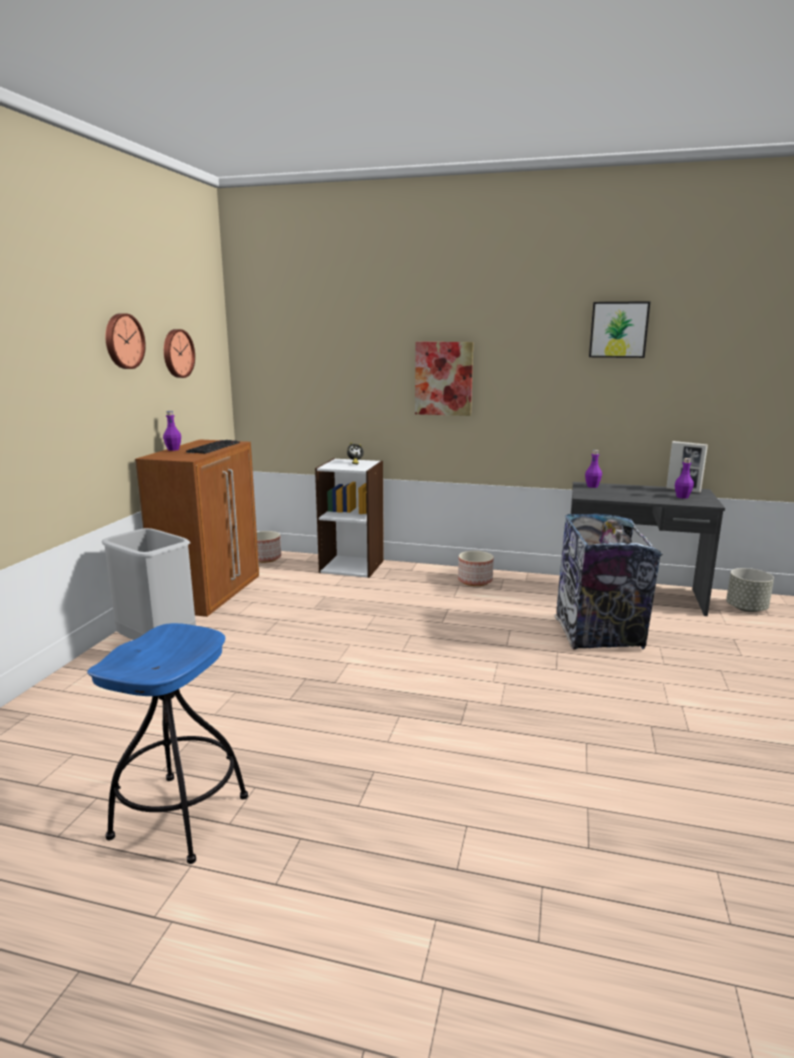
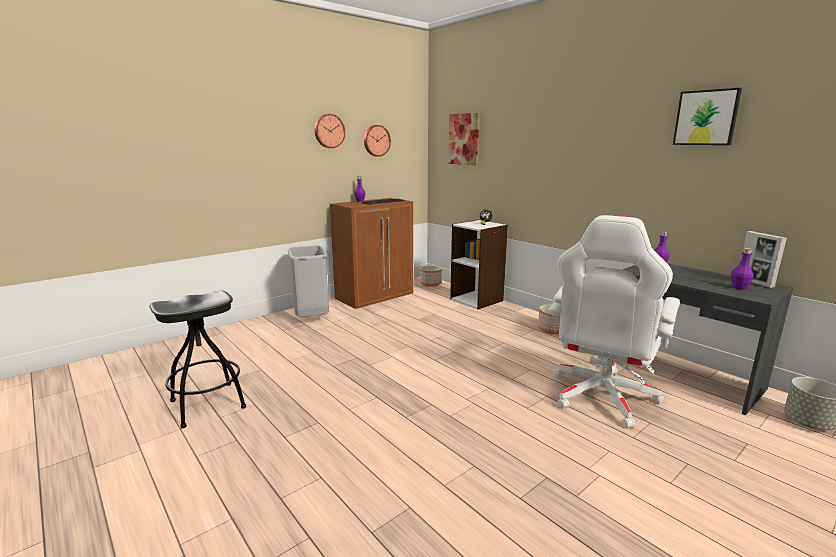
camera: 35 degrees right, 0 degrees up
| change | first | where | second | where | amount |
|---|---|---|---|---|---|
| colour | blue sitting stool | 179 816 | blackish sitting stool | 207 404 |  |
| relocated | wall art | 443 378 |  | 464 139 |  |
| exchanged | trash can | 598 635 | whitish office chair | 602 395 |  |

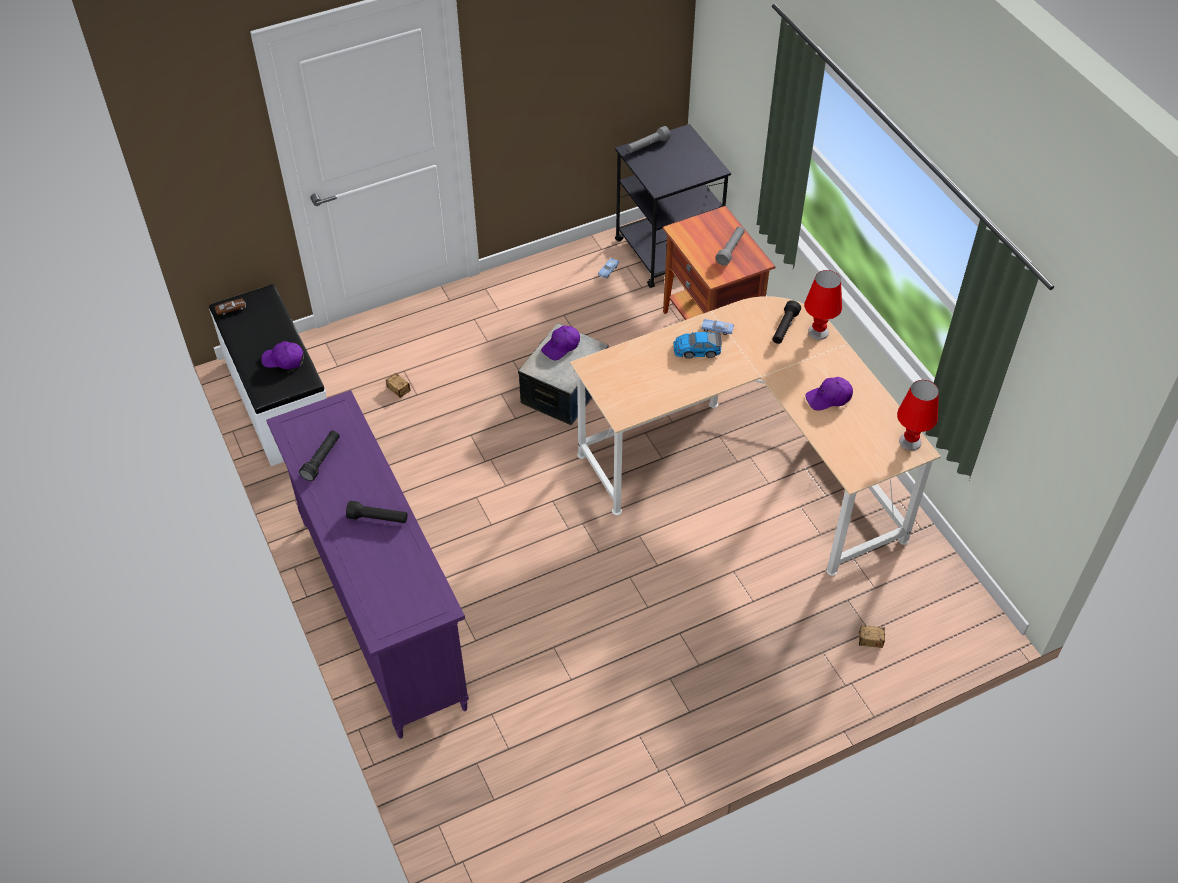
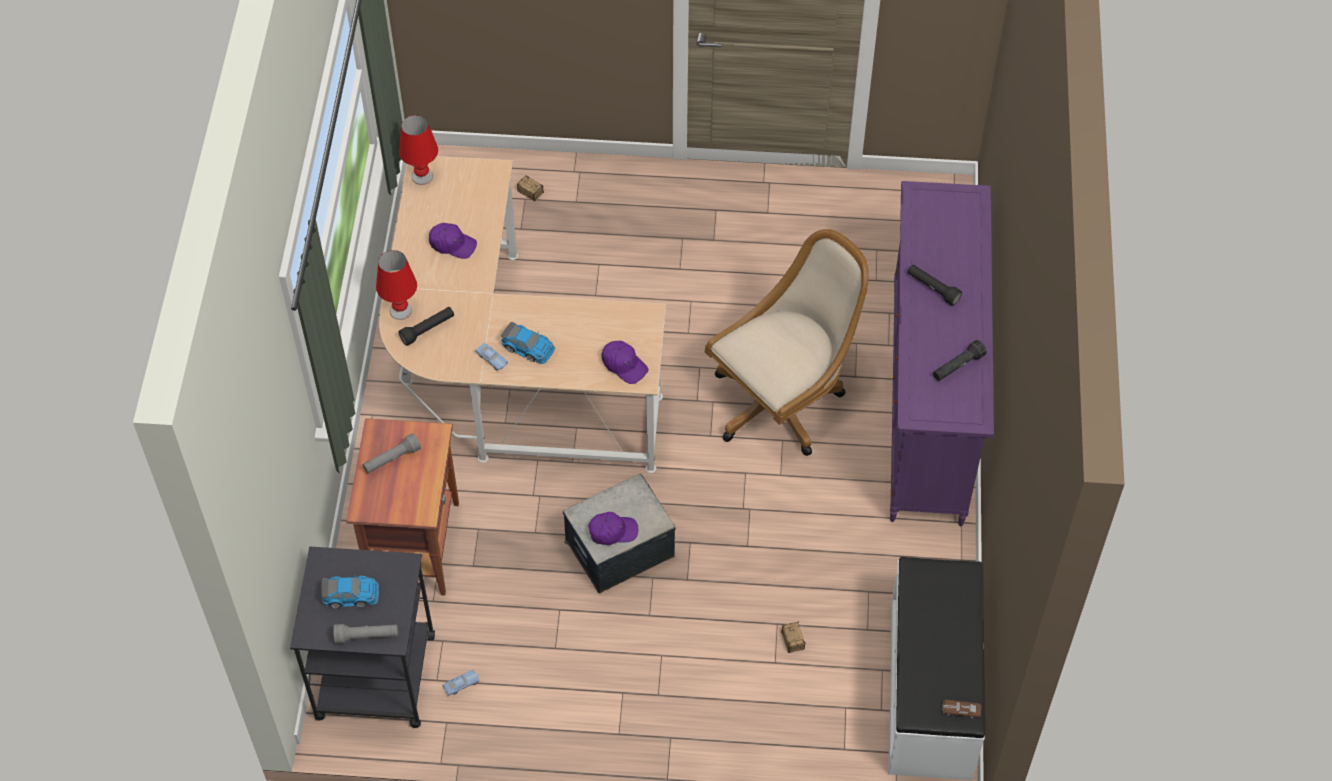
camera: 150 degrees left, 5 degrees up
| change | first | where | second | where | amount |
|---|---|---|---|---|---|
| relocated | purple baseball cap | 284 360 |  | 624 365 |  |
| appeared |  |  | toy car | 351 595 |  |
| appeared |  |  | office chair | 783 397 |  |

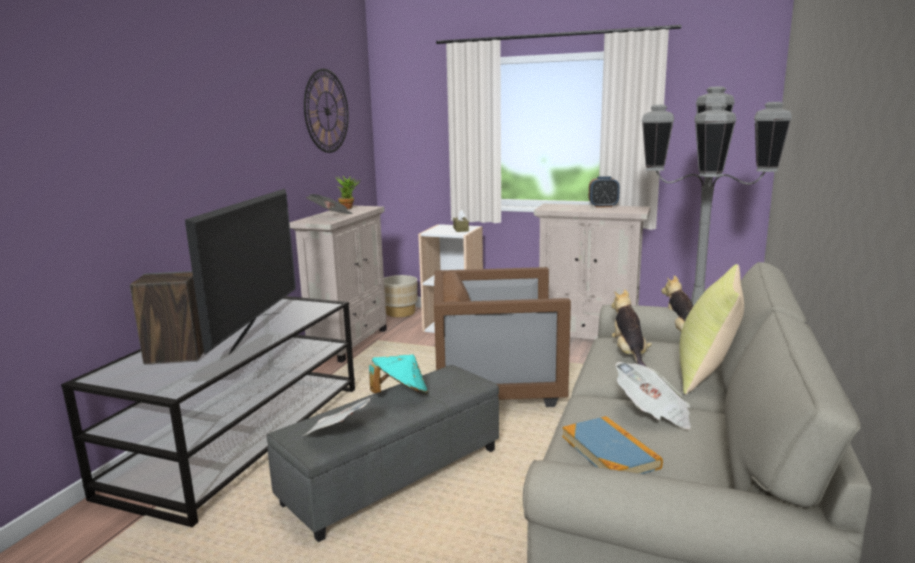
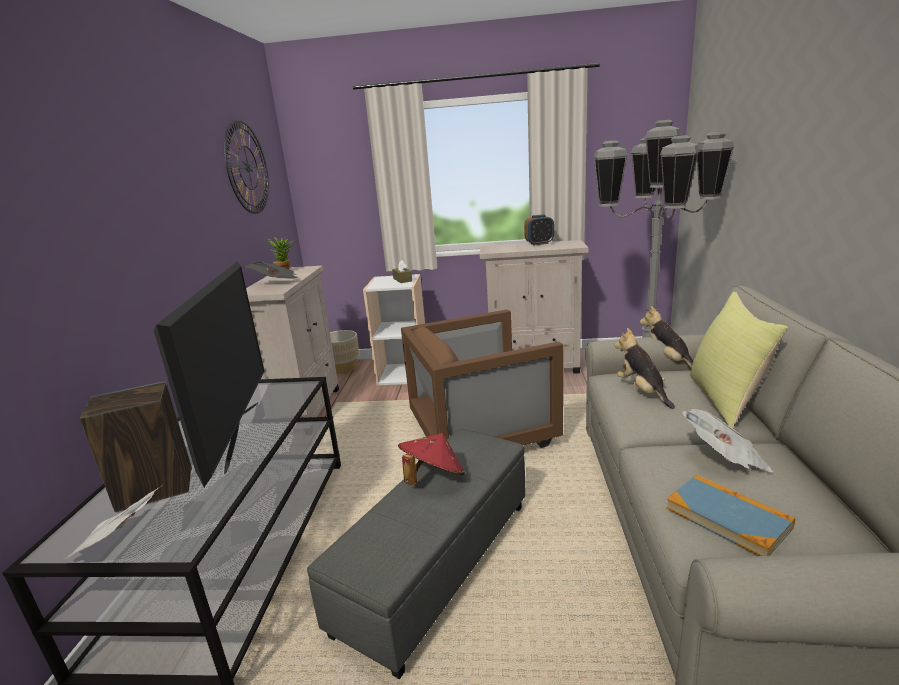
camera: 15 degrees left, 5 degrees up
| change | first | where | second | where | amount |
|---|---|---|---|---|---|
| relocated | daily paper | 339 433 |  | 122 541 |  |
| colour | turquoise wearable hat | 400 395 | red-coloured wearable hat | 433 478 |  |

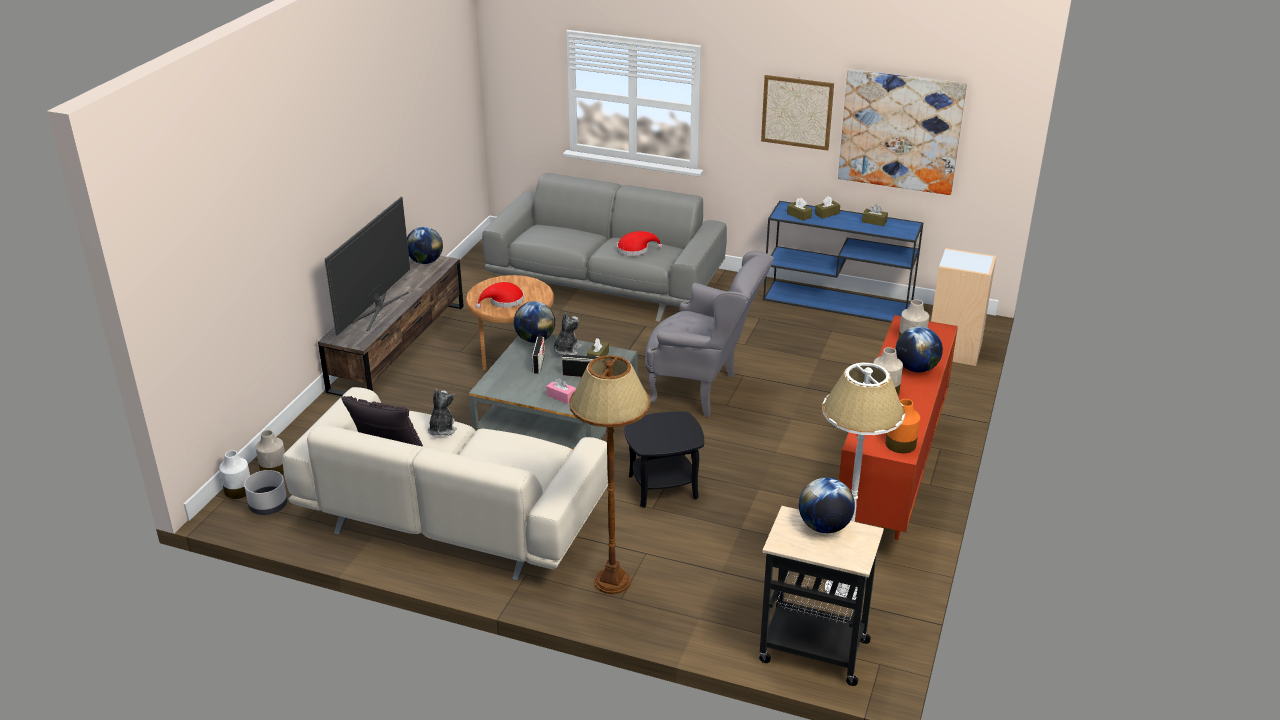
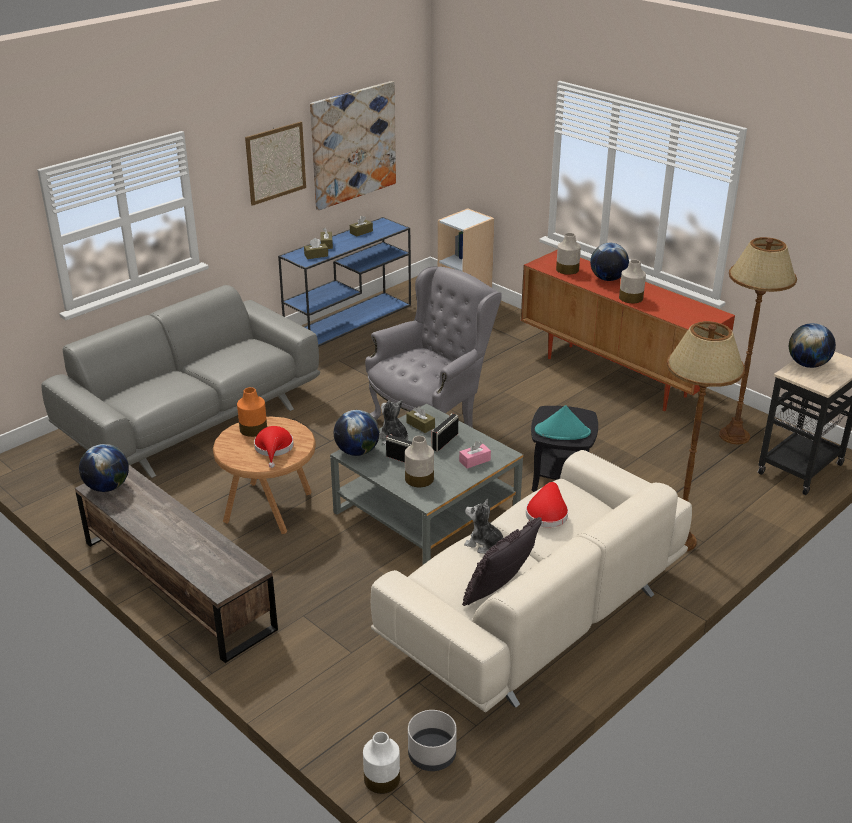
camera: 65 degrees left, 0 degrees up
| change | first | where | second | where | amount |
|---|---|---|---|---|---|
| relocated | sand-coloured vase | 273 469 |  | 419 479 |  |
| missing | TV | 376 308 |  |  |  |
| relocated | red-coloured wearable hat | 635 249 |  | 547 513 |  |
| colour | whitish standard lamp | 842 589 | brown standard lamp | 734 436 |  |
| relocated | orangey vase | 900 444 |  | 253 429 |  |
| appeared |  |  | turquoise wearable hat | 562 431 |  |

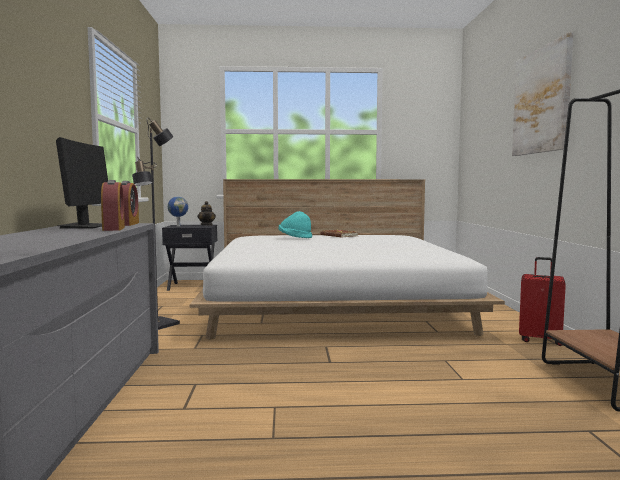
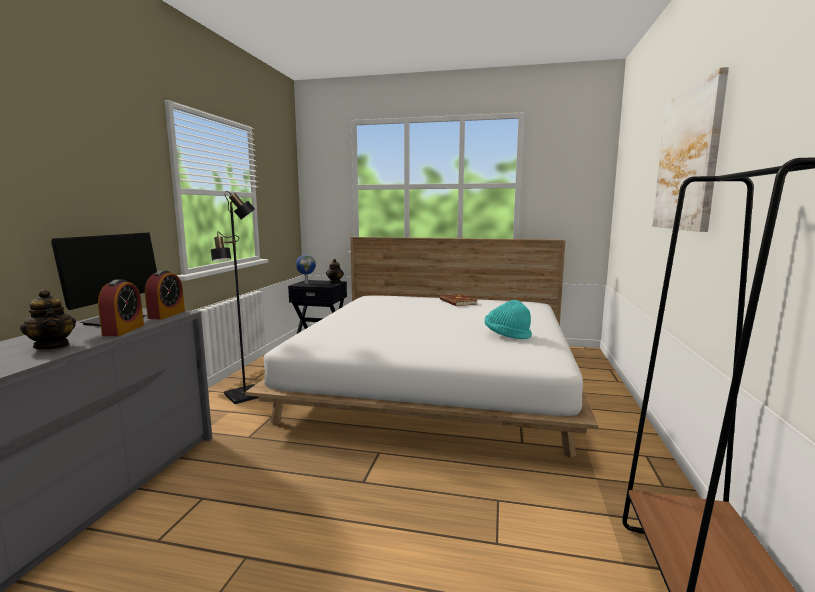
camera: 15 degrees right, 5 degrees up
| change | first | where | second | where | amount |
|---|---|---|---|---|---|
| relocated | turquoise wearable hat | 295 238 |  | 506 335 |  |
| missing | red-coloured piece of luggage | 540 340 |  |  |  |
| appeared |  |  | pot for tea | 52 346 |  |

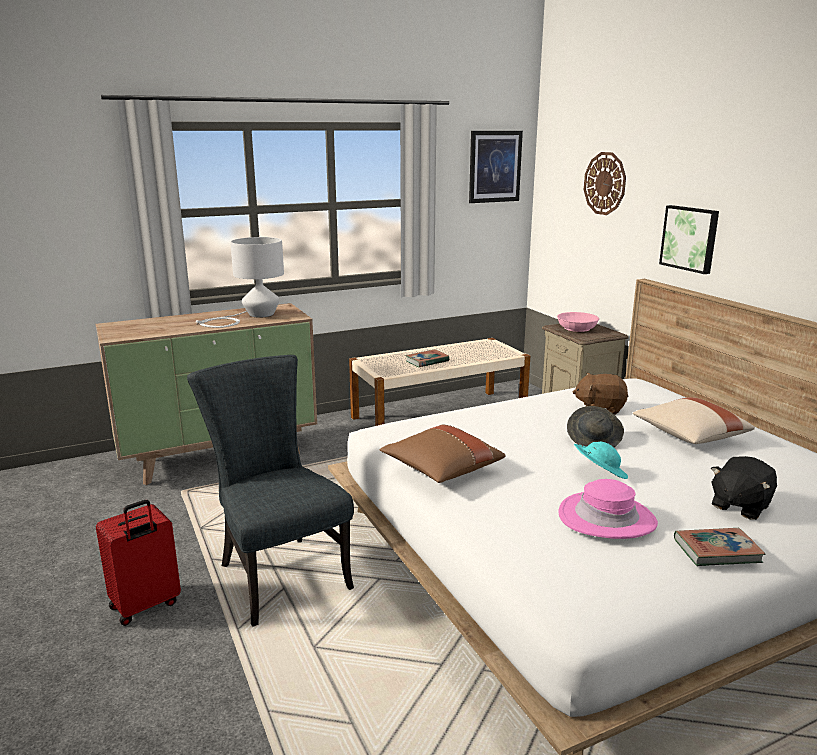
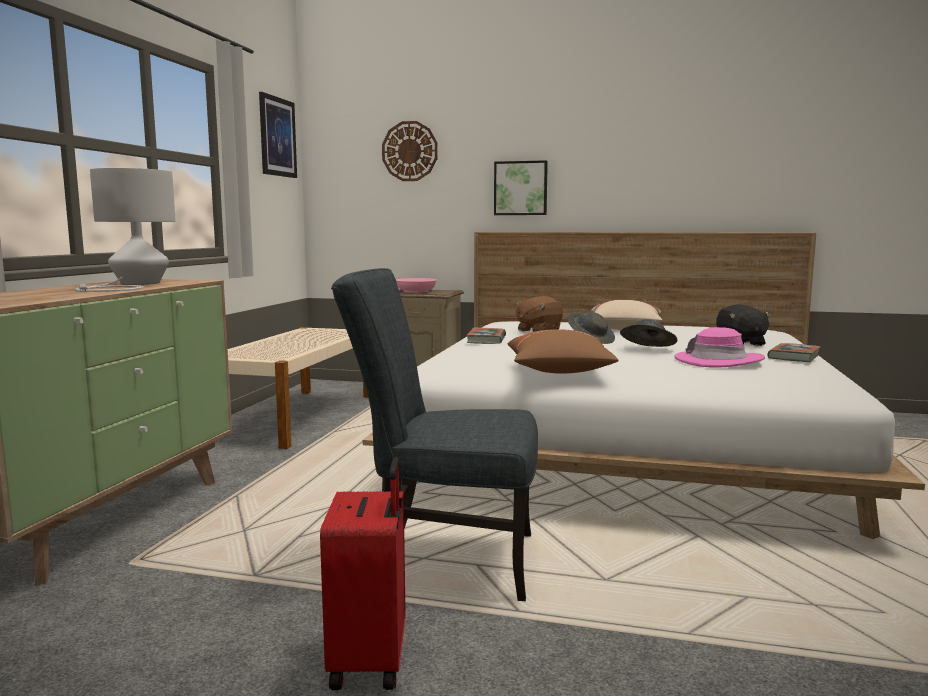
camera: 50 degrees left, 10 degrees down
| change | first | where | second | where | amount |
|---|---|---|---|---|---|
| relocated | volume | 427 361 |  | 486 339 |  |
| colour | turquoise wearable hat | 598 474 | grey wearable hat | 647 349 |  |

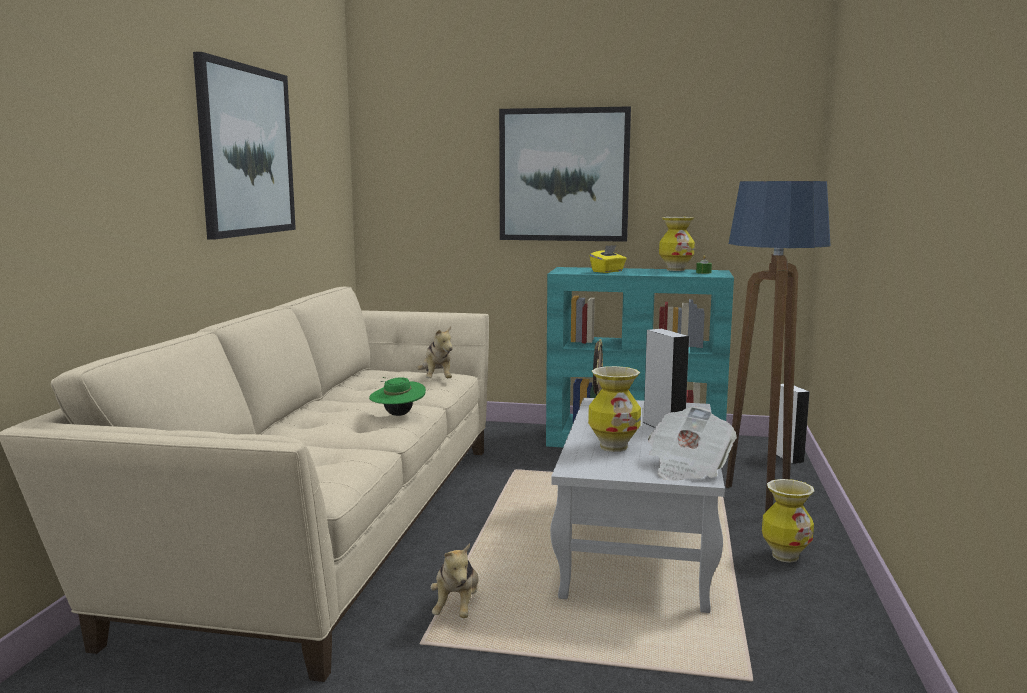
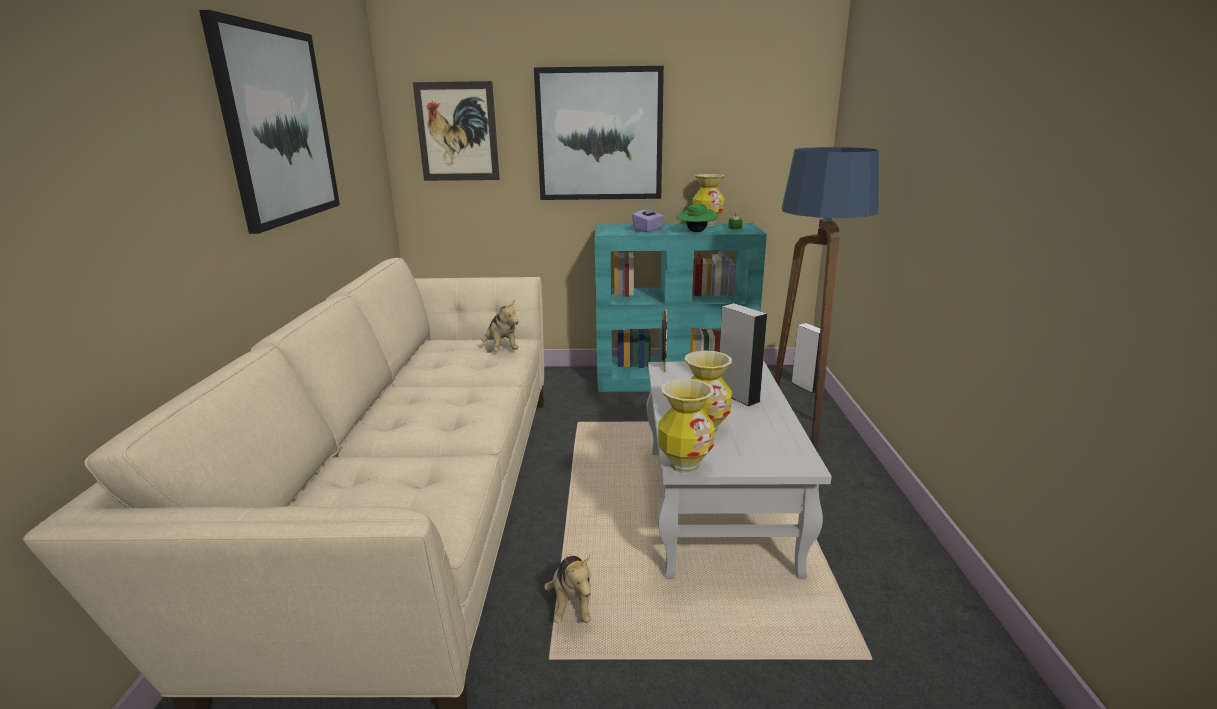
camera: 10 degrees left, 10 degrees up
| change | first | where | second | where | amount |
|---|---|---|---|---|---|
| relocated | green-coloured wearable hat | 398 414 |  | 695 231 |  |
| colour | yellowish tissue box | 608 271 | purple tissue box | 648 230 |  |
| missing | daily paper | 687 467 |  |  |  |
| relocated | vase | 785 556 |  | 684 465 |  |
| appeared |  |  | wall art | 457 132 |  |

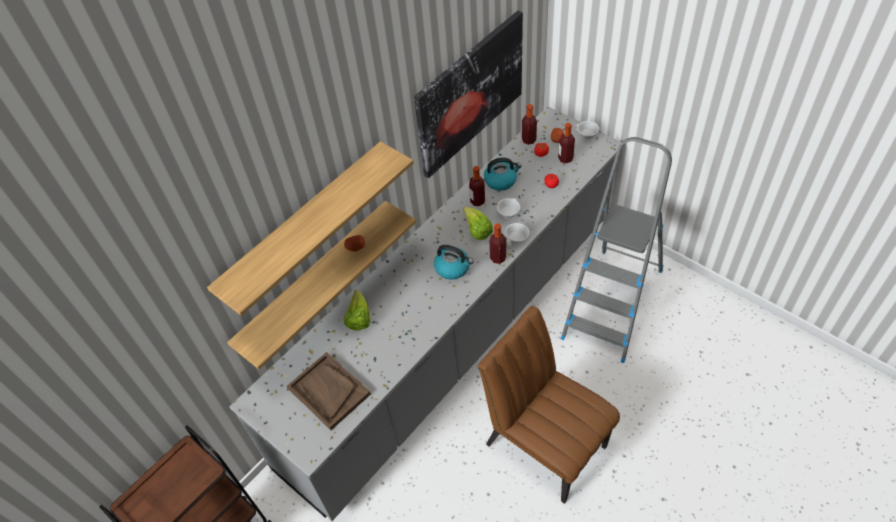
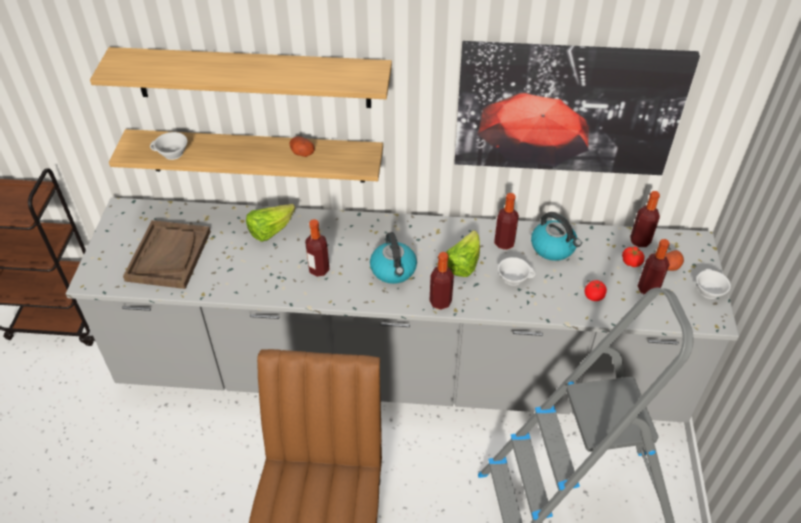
camera: 50 degrees right, 5 degrees down
| change | first | where | second | where | amount |
|---|---|---|---|---|---|
| relocated | whitish drinking cup | 517 239 |  | 171 154 |  |
| appeared |  |  | bottle | 319 269 |  |

